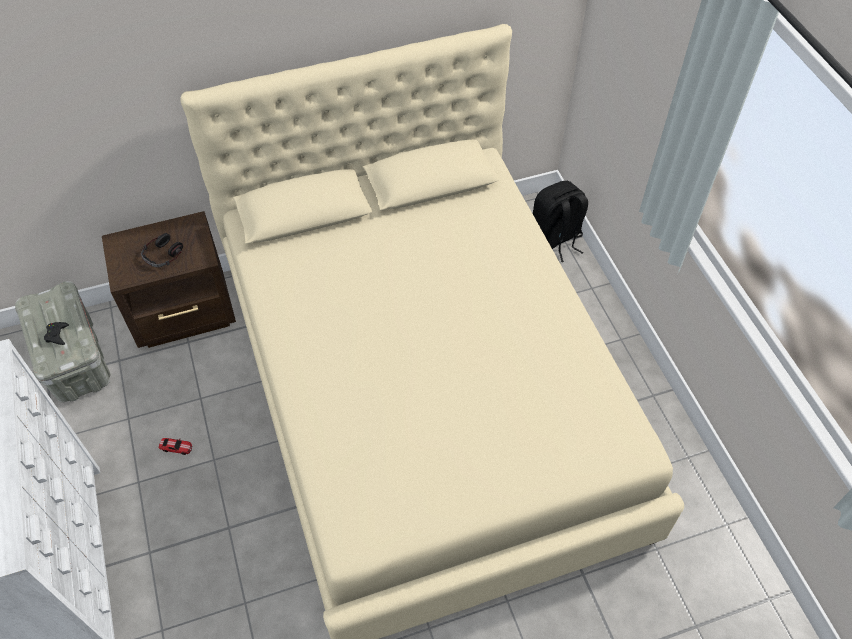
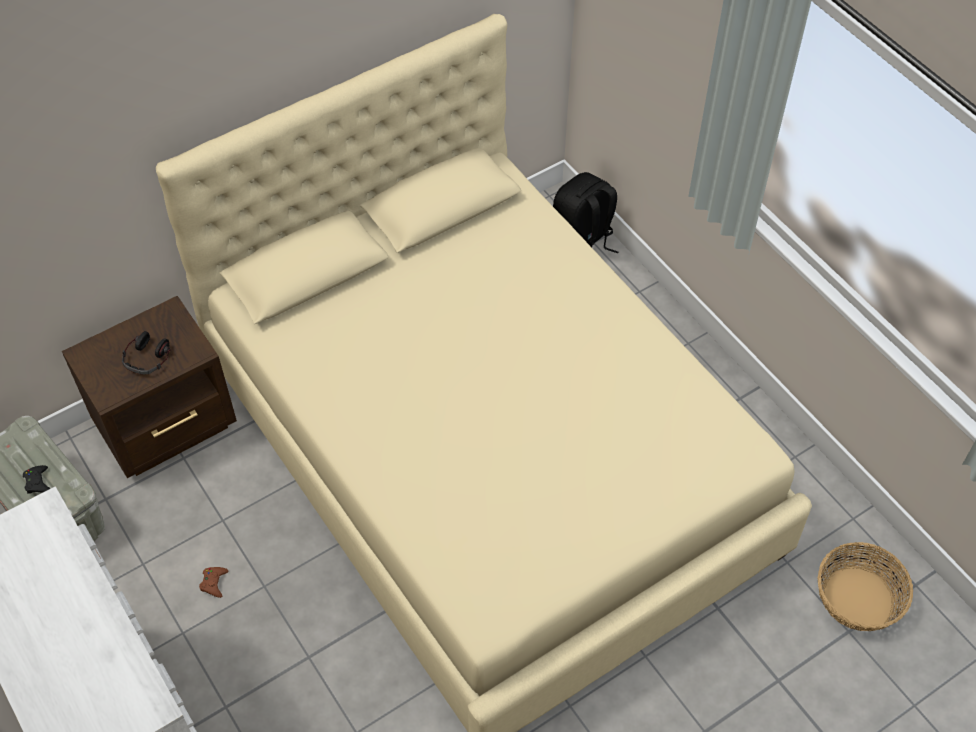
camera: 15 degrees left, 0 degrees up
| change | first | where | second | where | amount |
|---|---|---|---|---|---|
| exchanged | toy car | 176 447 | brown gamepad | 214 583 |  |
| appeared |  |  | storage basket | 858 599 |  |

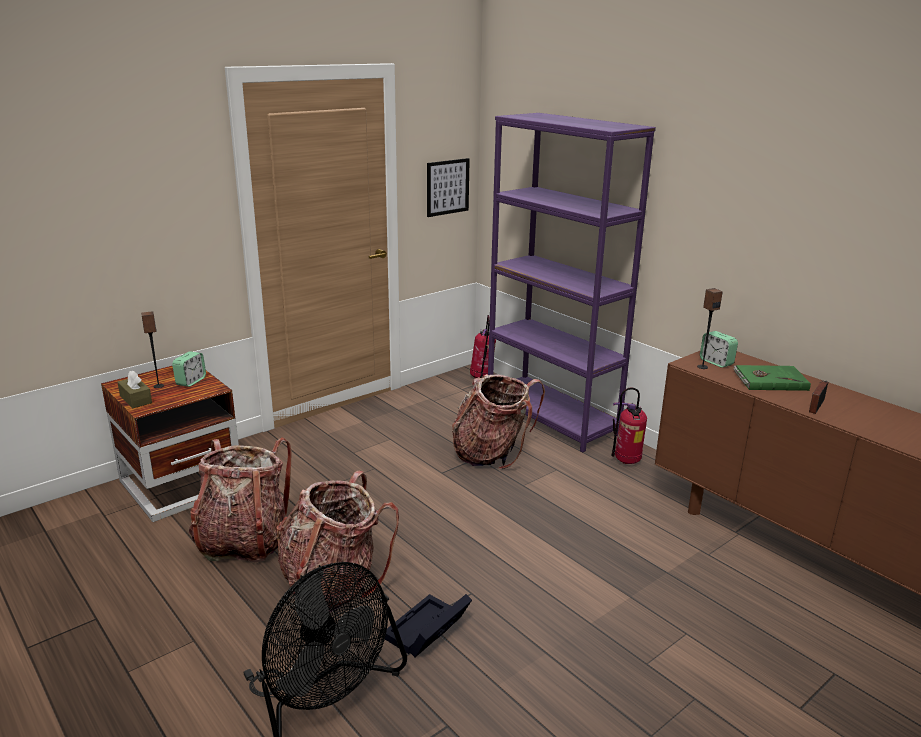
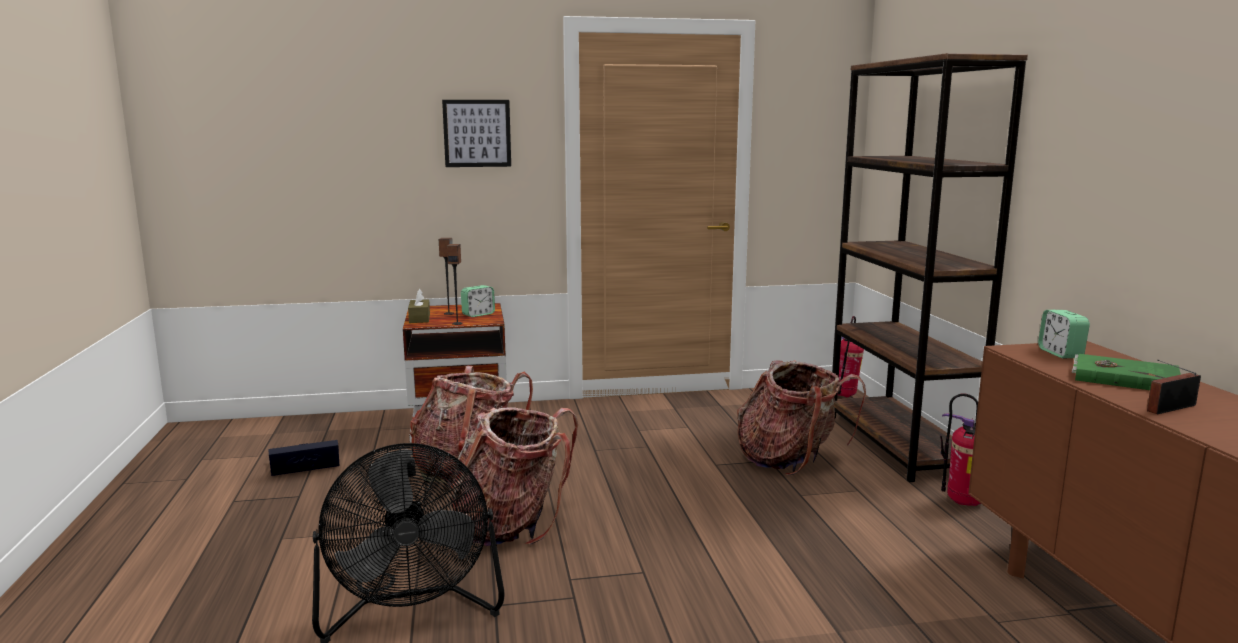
camera: 30 degrees right, 10 degrees down
| change | first | where | second | where | amount |
|---|---|---|---|---|---|
| relocated | blackish storage container | 426 632 |  | 303 467 |  |
| relocated | wall art | 447 187 |  | 477 133 |  |
| colour | purple shelving unit | 551 418 | brown shelving unit | 898 444 |  |
| relocated | speaker | 702 367 |  | 457 323 |  |

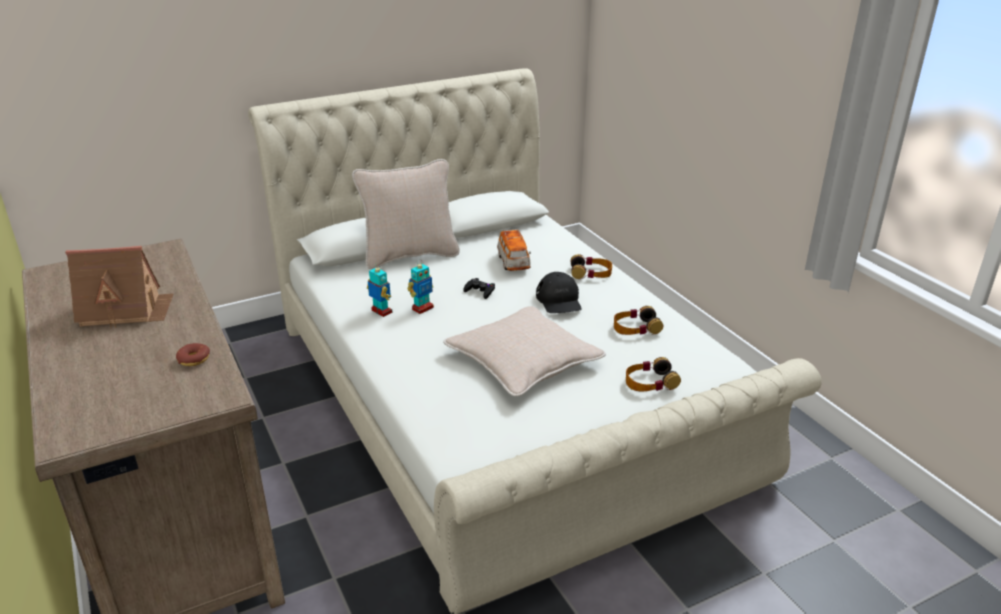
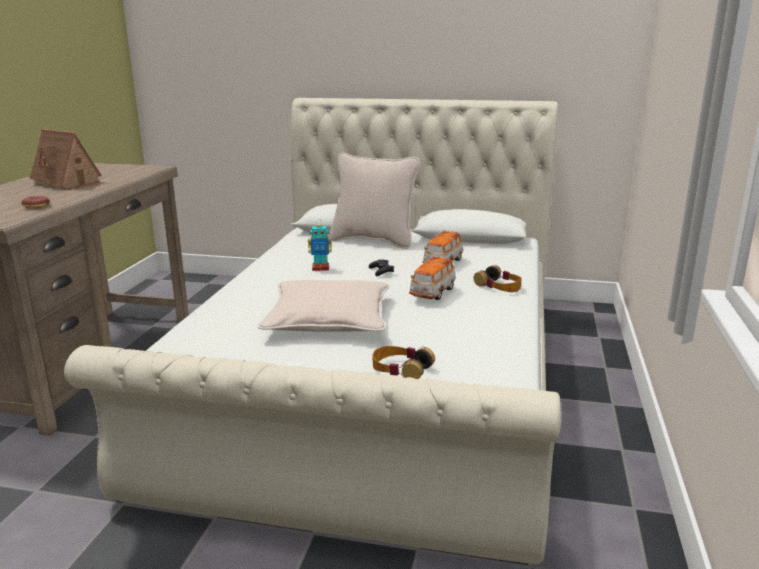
camera: 40 degrees right, 10 degrees down
| change | first | where | second | where | amount |
|---|---|---|---|---|---|
| missing | model robot | 381 312 |  |  |  |
| exchanged | blackish baseball cap | 559 300 | toy car | 432 293 |  |
| missing | headset | 636 328 |  |  |  |

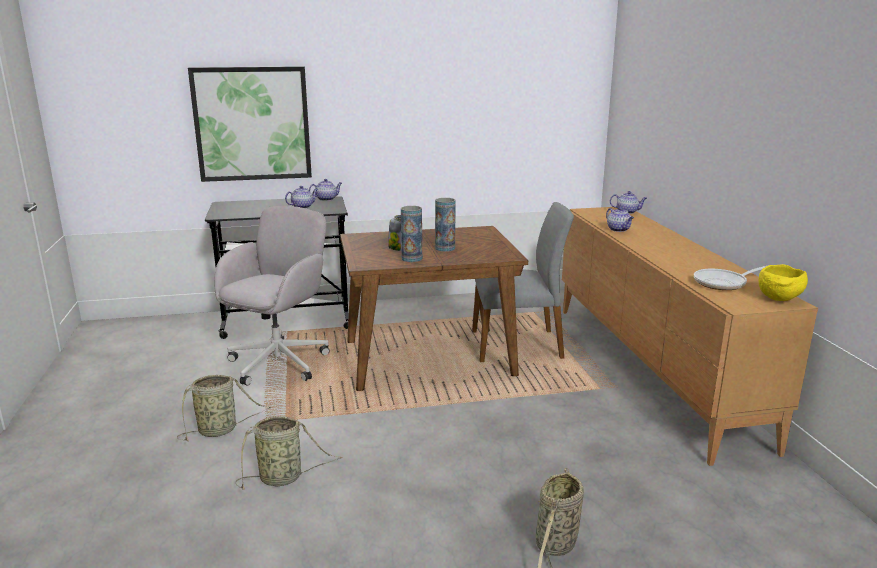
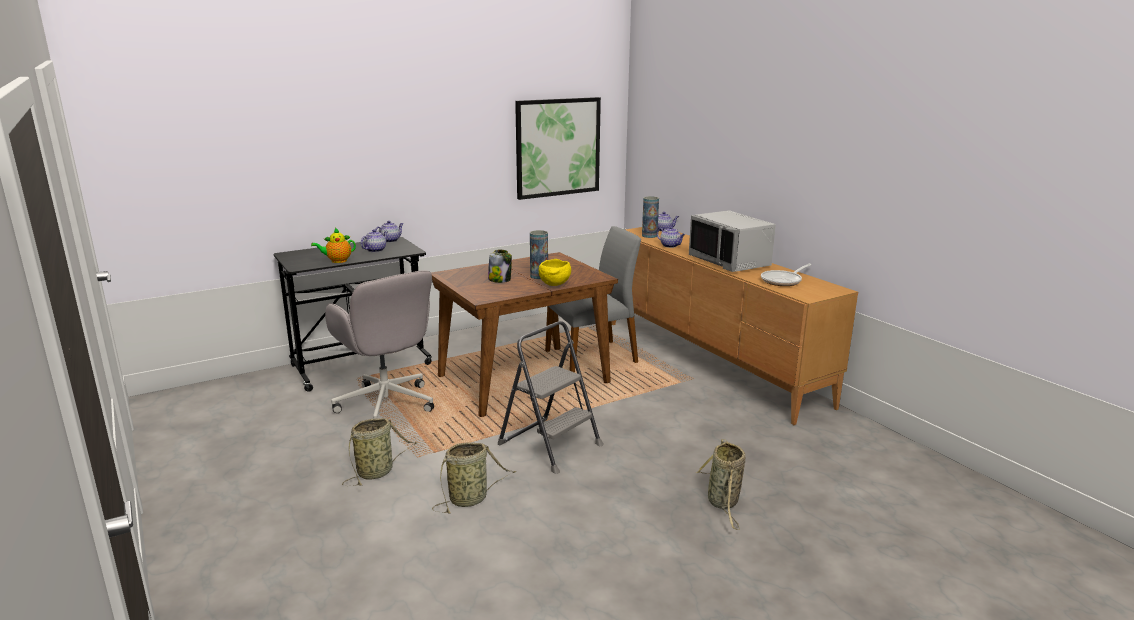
camera: 20 degrees left, 0 degrees up
| change | first | where | second | where | amount |
|---|---|---|---|---|---|
| relocated | wall art | 252 124 |  | 558 147 |  |
| spun | grey office chair | 279 363 |  | 386 405 | 135 degrees clockwise |
| relocated | vase | 412 258 |  | 649 236 |  |
| relocated | yellowish deep dish | 779 299 |  | 555 285 |  |
| appeared |  |  | pot for tea | 337 261 |  |
| appeared |  |  | grey step ladder | 547 443 |  |
| appeared |  |  | grey microwave oven | 730 262 |  |

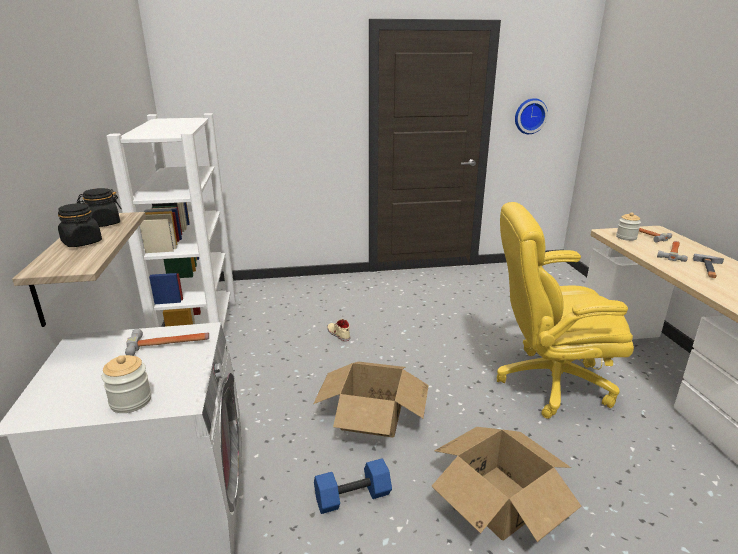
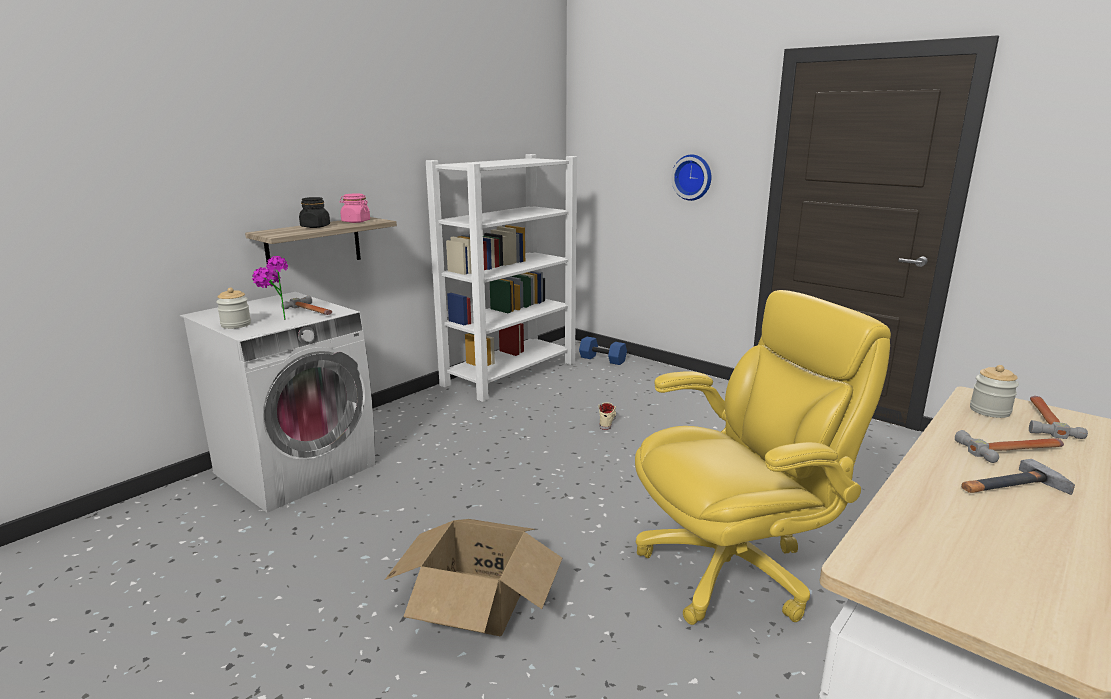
camera: 50 degrees right, 5 degrees down
| change | first | where | second | where | amount |
|---|---|---|---|---|---|
| colour | blackish jar | 103 224 | pink-coloured jar | 355 221 |  |
| missing | carton | 372 415 |  |  |  |
| relocated | blue hand weight | 353 496 |  | 603 359 |  |
| spun | yellowish office chair | 546 382 |  | 733 569 | 105 degrees clockwise |
| relocated | hanging clock | 529 116 |  | 693 177 |  |
| appeared |  |  | houseplant | 276 320 |  |

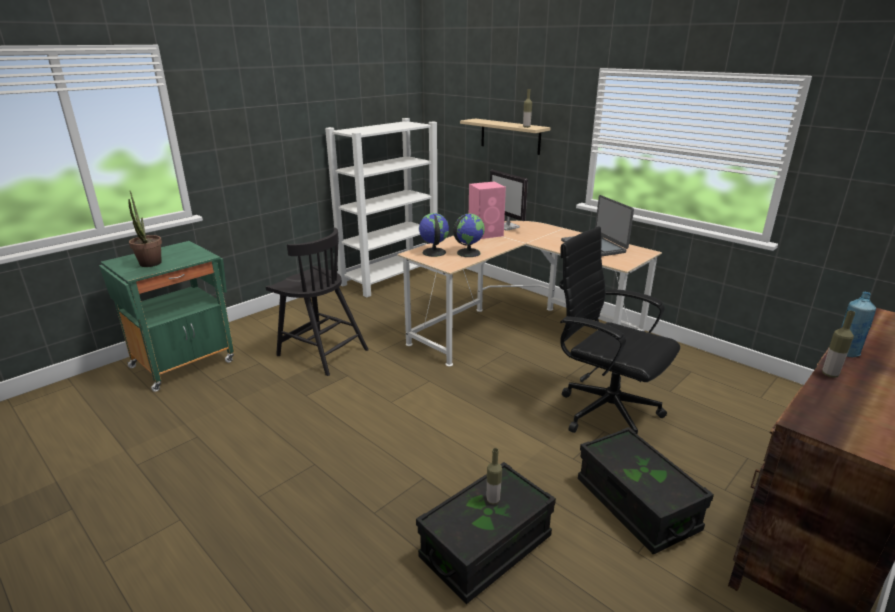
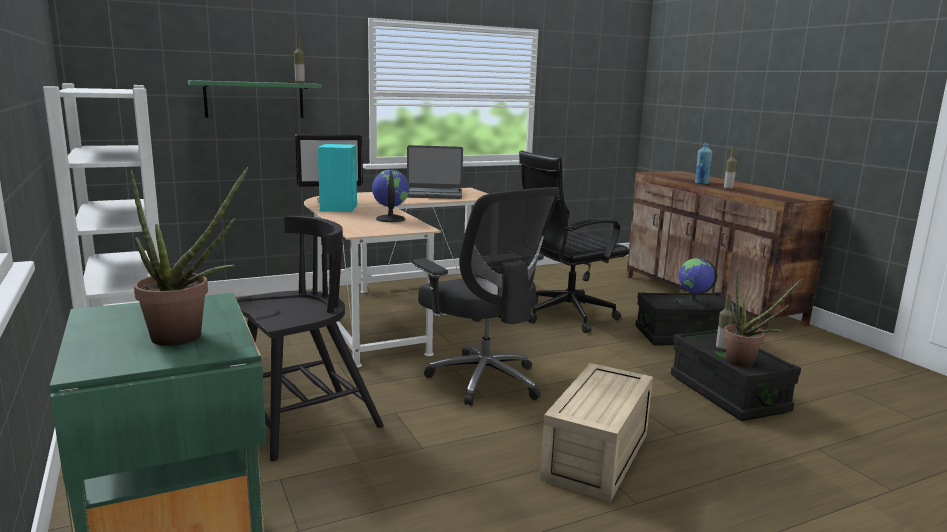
camera: 70 degrees left, 10 degrees down
| change | first | where | second | where | amount |
|---|---|---|---|---|---|
| relocated | desk globe | 433 252 |  | 693 303 |  |
| colour | sand-coloured wall shelf | 510 136 | green-coloured wall shelf | 254 99 |  |
| colour | pink-coloured speaker | 486 234 | turquoise speaker | 339 208 |  |
| appeared |  |  | office chair | 483 379 |  |
| appeared |  |  | sand-coloured storage container | 598 457 |  |
| appeared |  |  | houseplant | 746 363 |  |

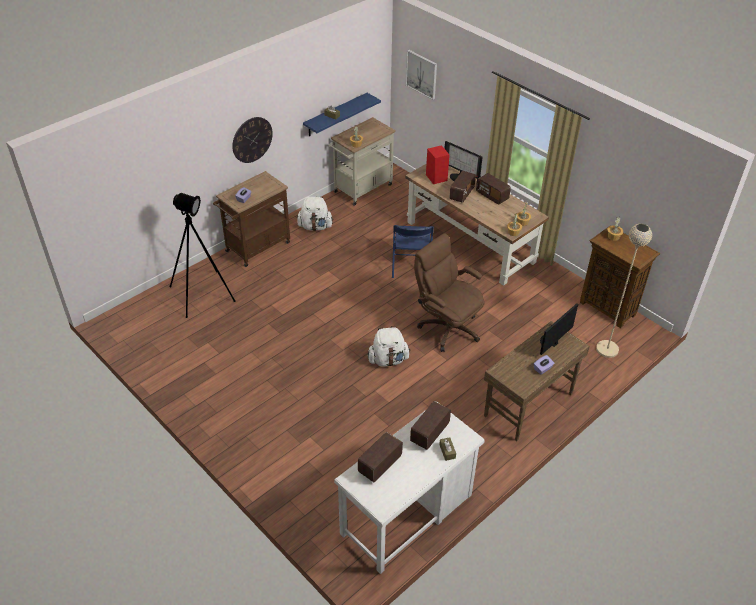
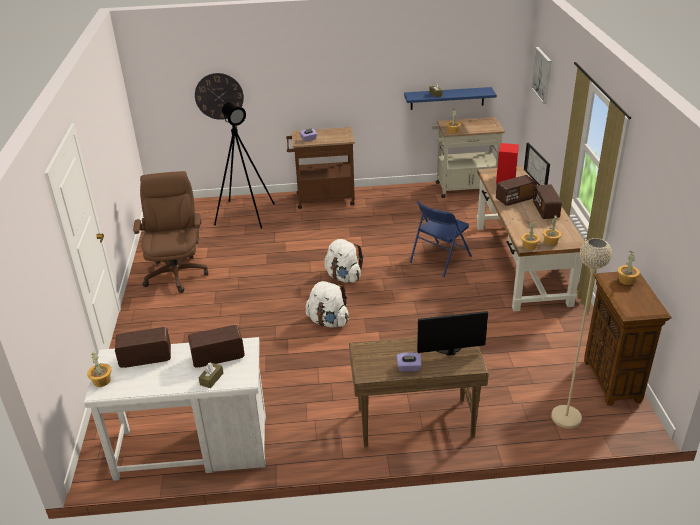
camera: 40 degrees right, 10 degrees down
| change | first | where | second | where | amount |
|---|---|---|---|---|---|
| relocated | hanging clock | 252 139 |  | 219 96 |  |
| relocated | whitish backpack | 315 226 |  | 344 277 |  |
| relocated | brown office chair | 446 326 |  | 177 272 |  |
| appeared |  |  | houseplant | 102 381 |  |

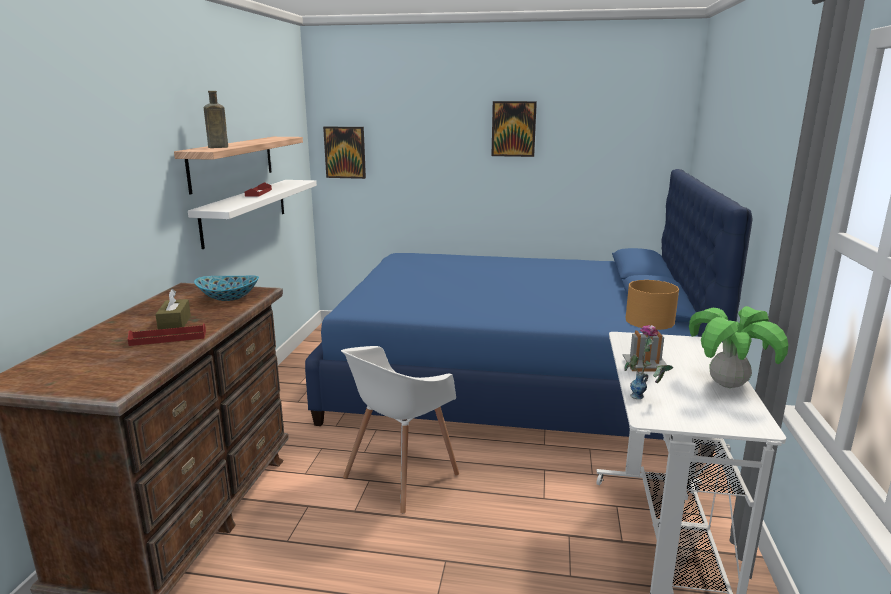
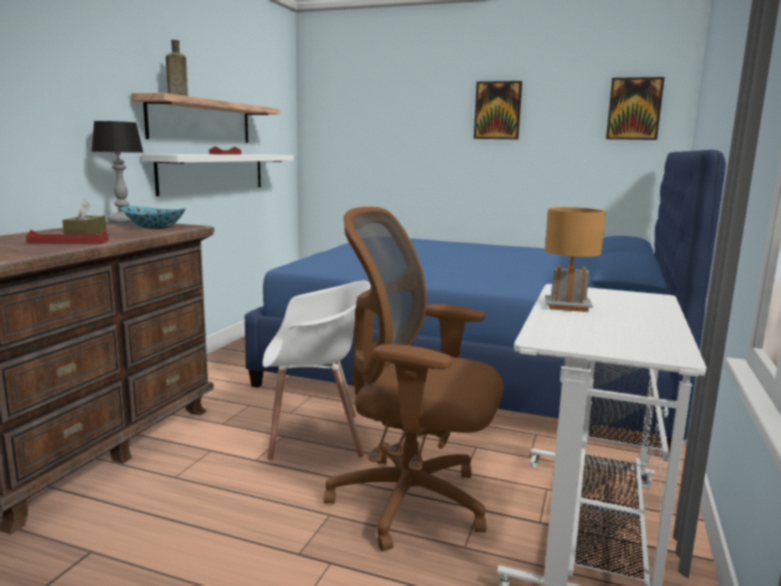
camera: 10 degrees right, 5 degrees down
| change | first | where | second | where | amount |
|---|---|---|---|---|---|
| relocated | wall art | 345 152 |  | 634 109 |  |
| spun | whitish upright chair | 400 477 |  | 317 437 | 150 degrees counterclockwise |
| missing | vase | 645 399 |  |  |  |
| missing | houseplant | 727 385 |  |  |  |
| appeared |  |  | tabletop lamp | 122 222 |  |
| appeared |  |  | brown office chair | 419 500 |  |

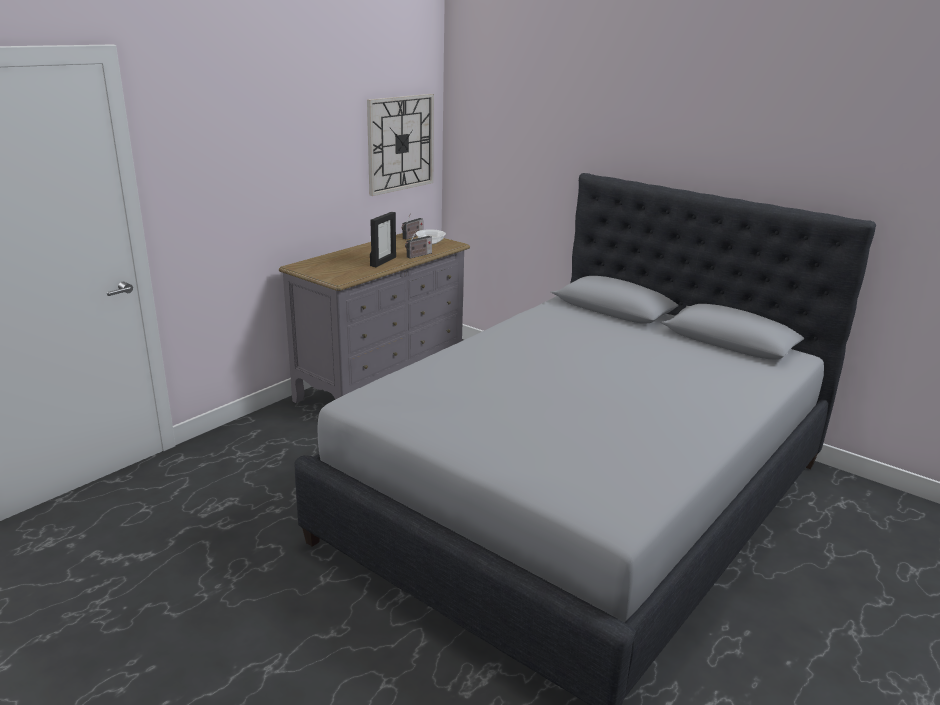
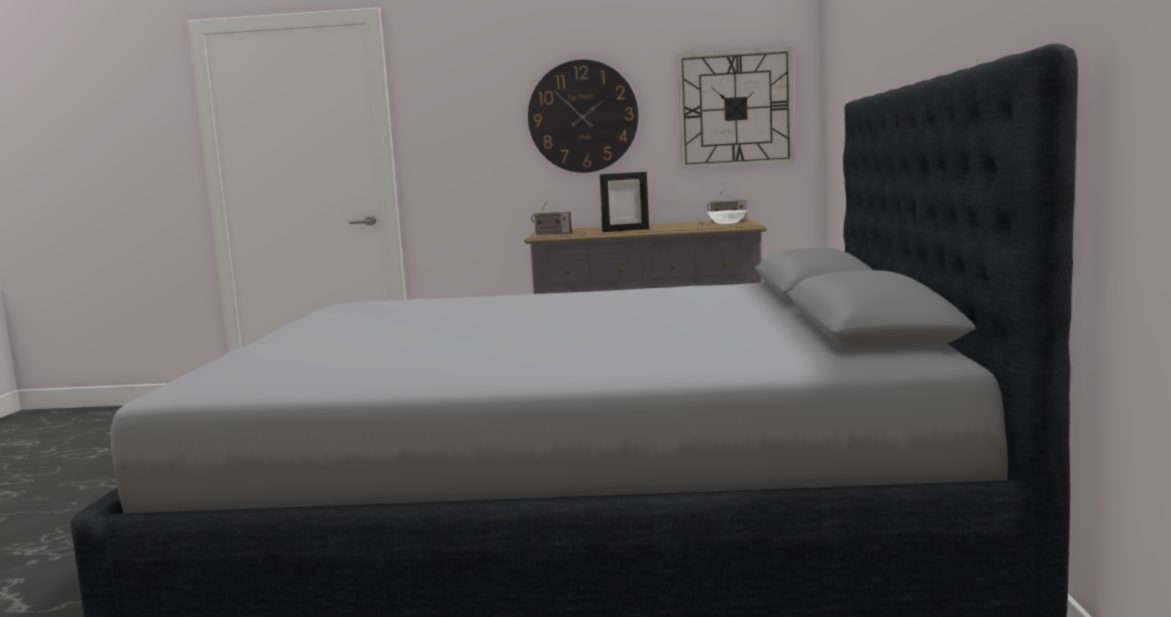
camera: 55 degrees right, 15 degrees down
| change | first | where | second | where | amount |
|---|---|---|---|---|---|
| relocated | radio set | 418 255 |  | 551 234 |  |
| appeared |  |  | hanging clock | 583 116 |  |

